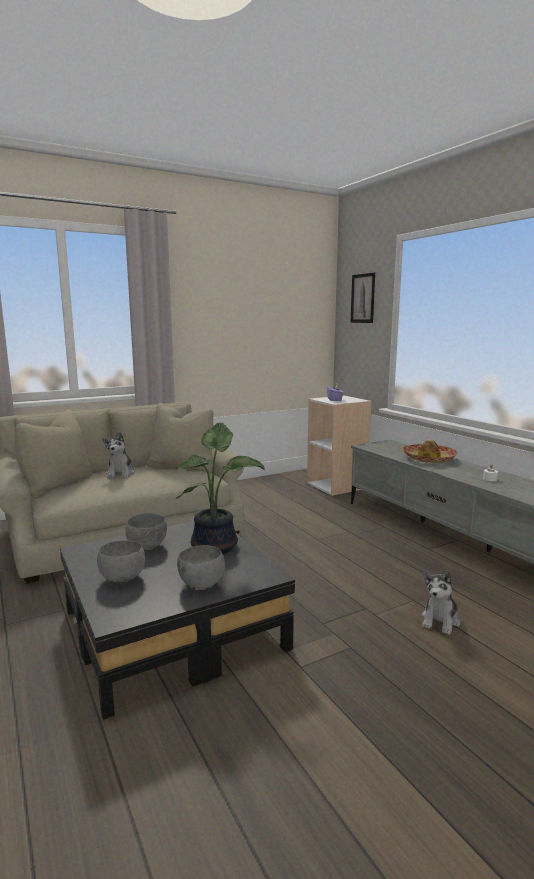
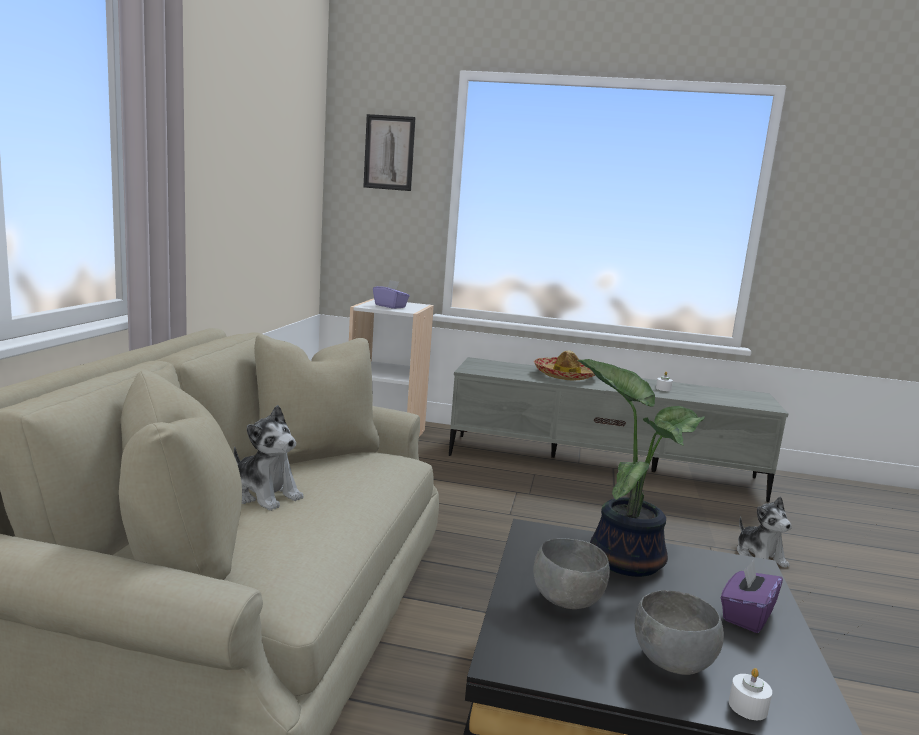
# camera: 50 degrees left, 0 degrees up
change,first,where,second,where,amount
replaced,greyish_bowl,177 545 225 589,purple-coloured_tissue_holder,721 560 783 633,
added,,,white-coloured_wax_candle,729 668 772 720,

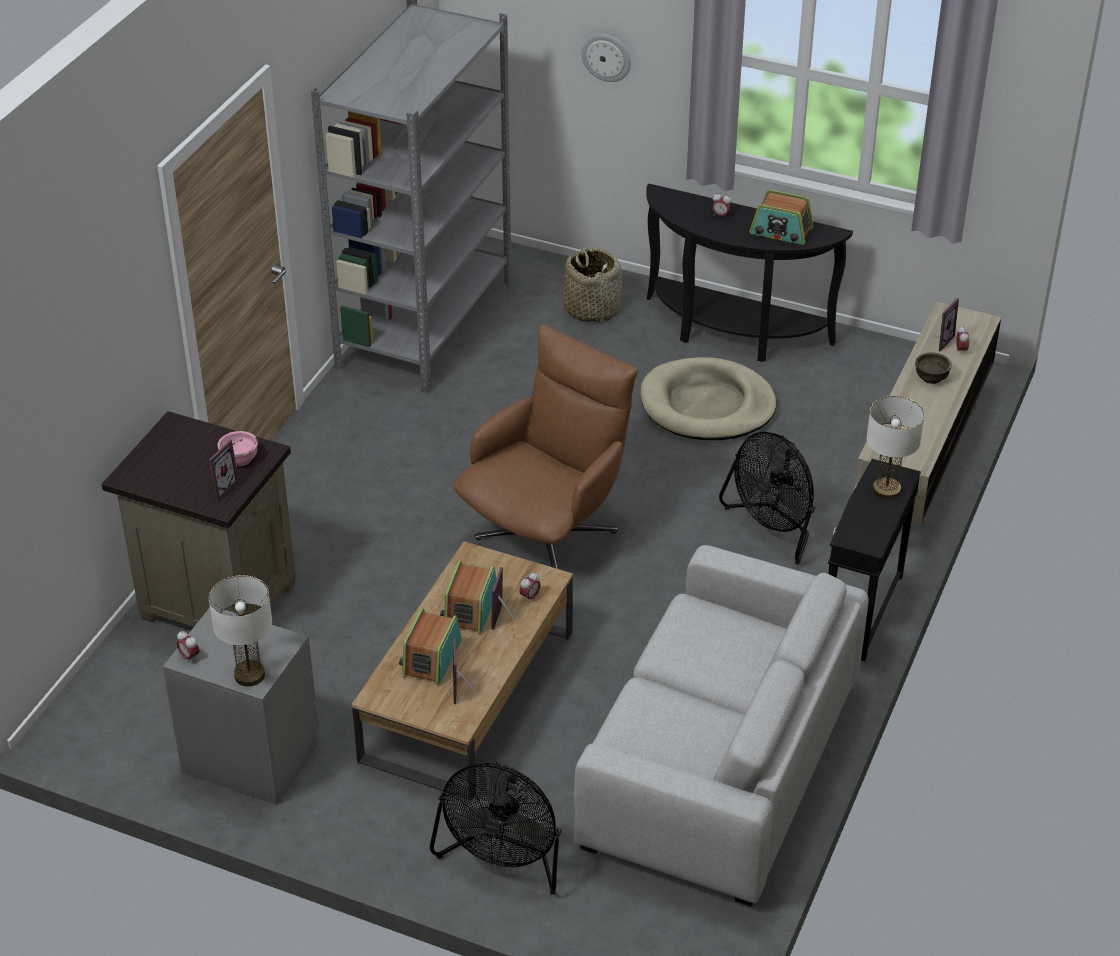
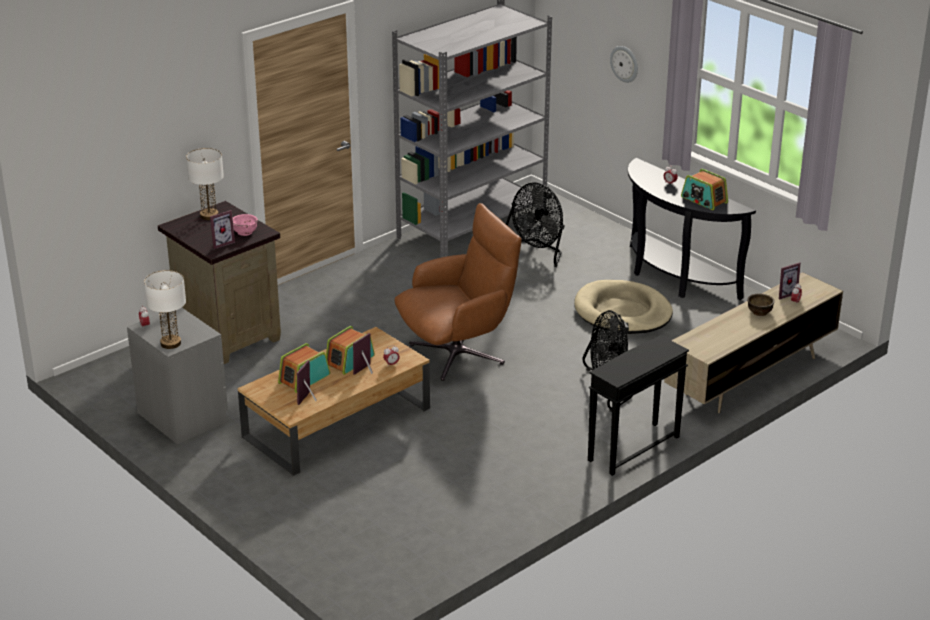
# camera: 25 degrees right, 10 degrees down
change,first,where,second,where,amount
moved,tabletop_lamp,867 396 924 500,,186 148 224 220,
moved,black-coloured_fan,430 762 561 895,,506 182 565 267,
removed,household_basket,563 247 622 322,,,
removed,white-coloured_sofa,574 545 869 907,,,

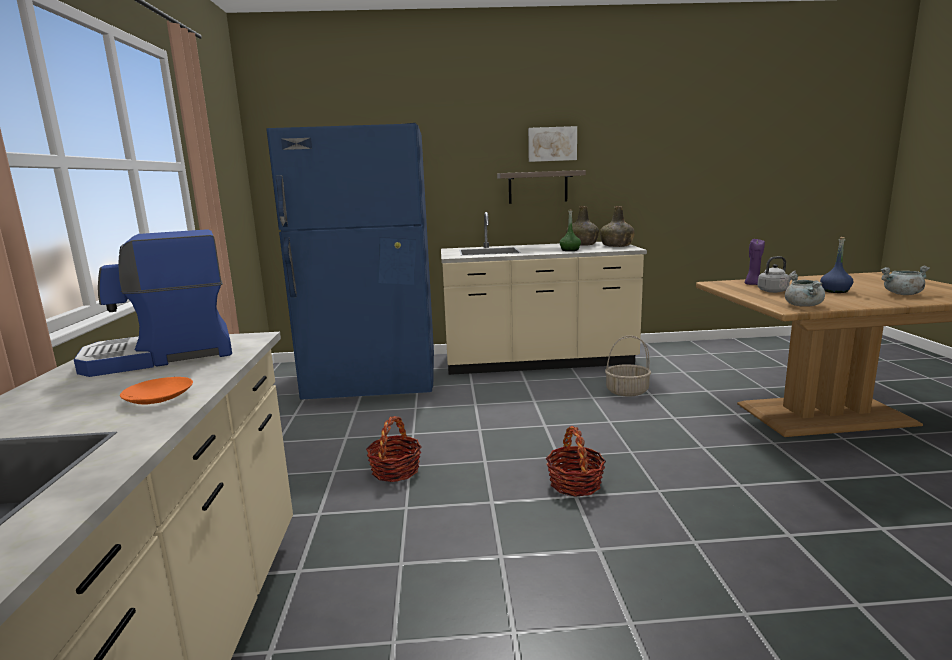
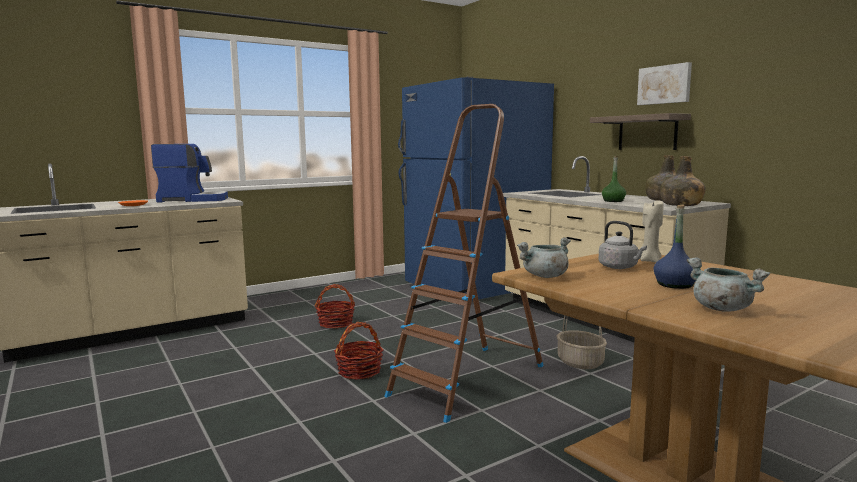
# camera: 60 degrees right, 5 degrees down
change,first,where,second,where,amount
turned,coffee_maker,74 229 232 377,,151 144 228 203,135 degrees clockwise
added,,,brown-coloured_step_stool,384 104 544 423,
recoloured,purple-coloured_wax_candle,745 239 765 285,sand-coloured_wax_candle,640 200 663 263,

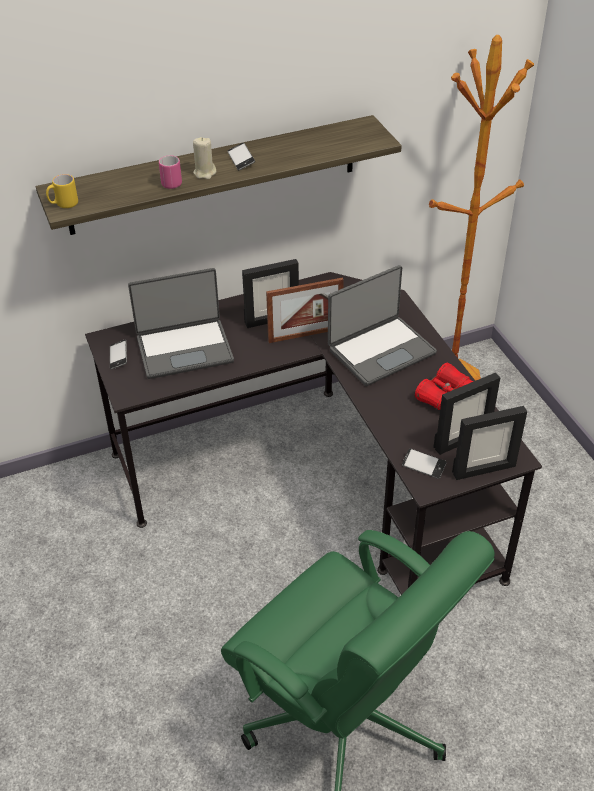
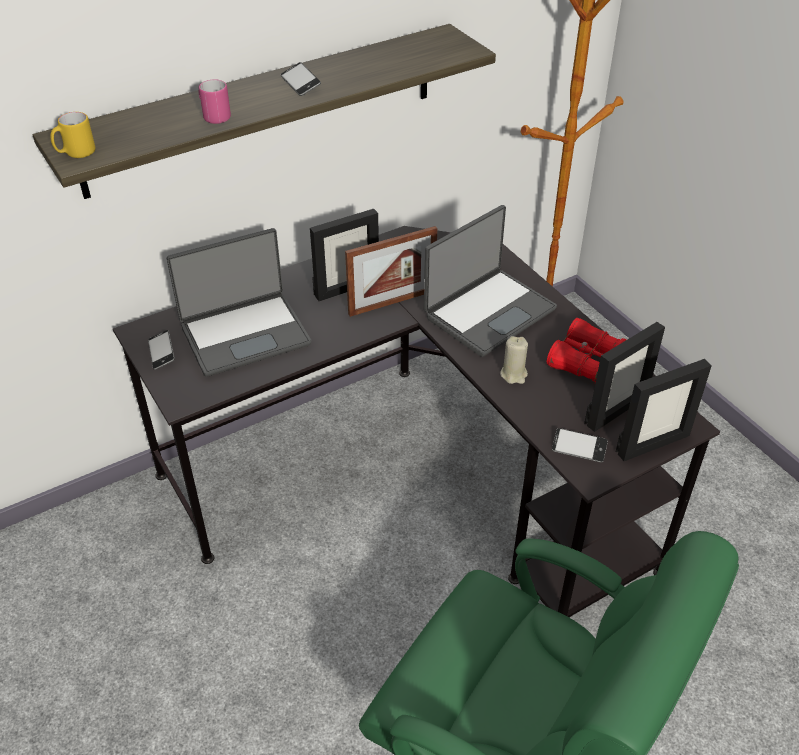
# camera: 10 degrees left, 0 degrees up
change,first,where,second,where,amount
moved,sand-coloured_wax_candle,193 137 216 179,,500 336 528 384,

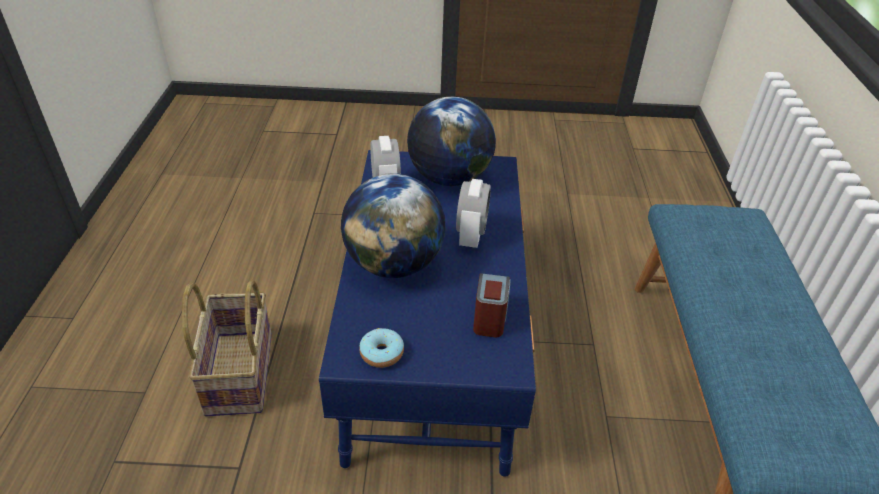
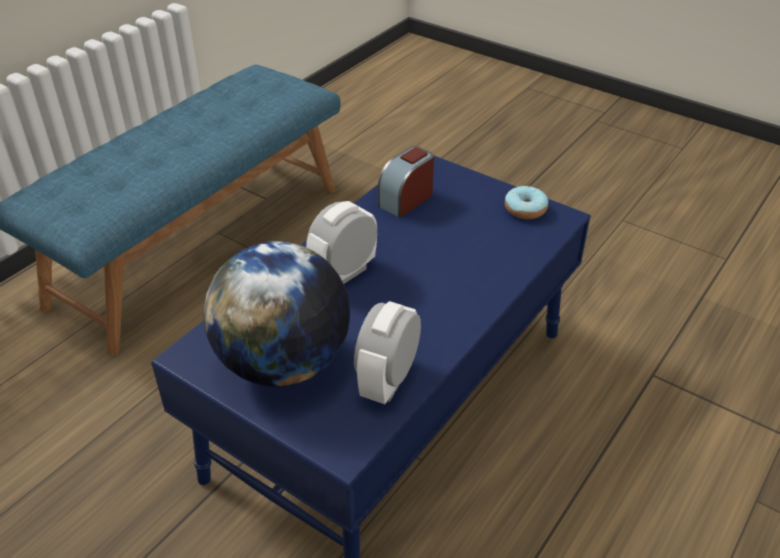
# camera: 145 degrees left, 0 degrees up
change,first,where,second,where,amount
removed,household_basket,182 280 272 416,,,
removed,world_globe,341 173 446 278,,,

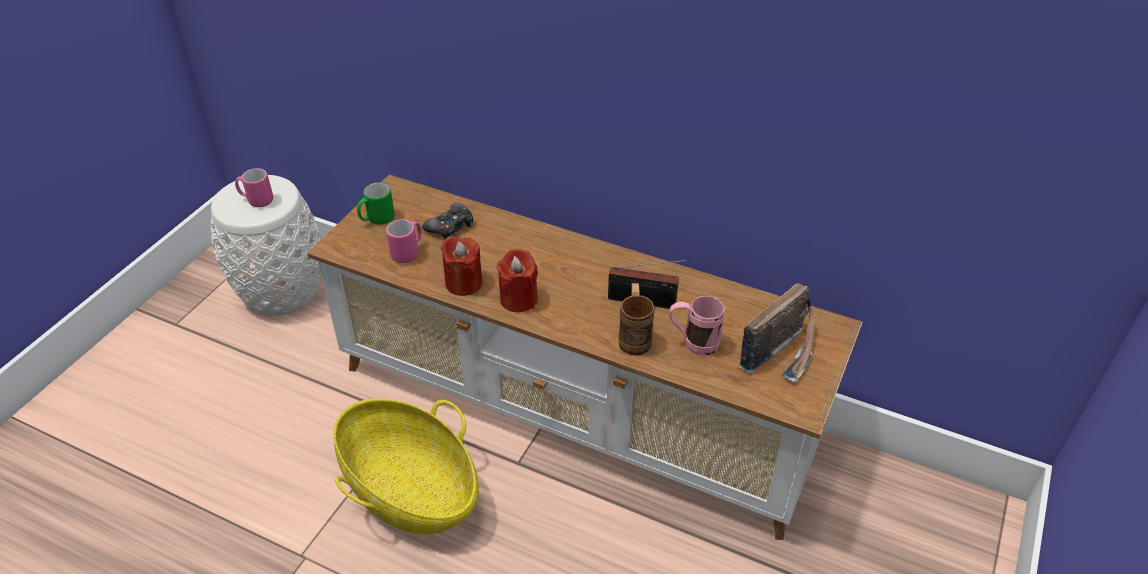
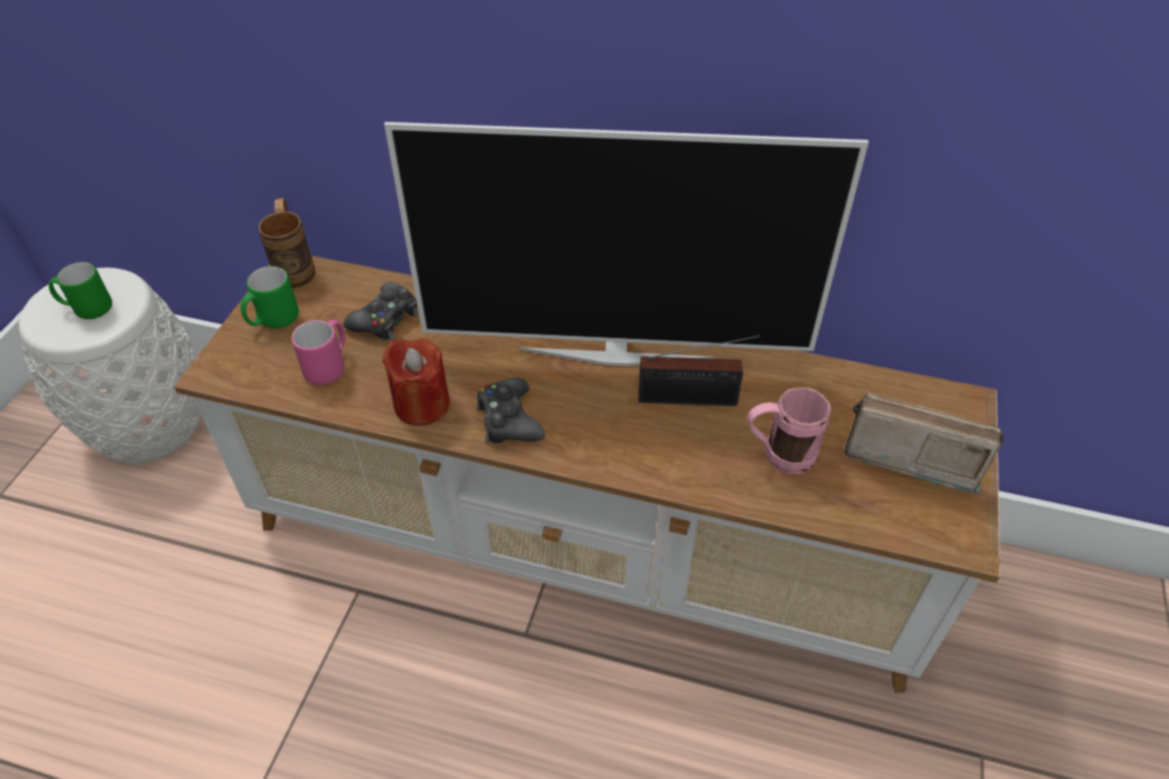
# camera: 10 degrees left, 5 degrees up
change,first,where,second,where,amount
recoloured,pink_coffee_mug,235 168 274 207,greenish_coffee_mug,49 262 112 319,
moved,brown-coloured_coffee_mug,619 283 655 355,,258 198 315 288,
added,,,TV,384 122 869 366,
replaced,reddish_wax_candle,497 249 538 312,black-coloured_game_controller,476 378 545 443,
turned,radio,738 283 814 383,,844 393 1004 494,105 degrees counterclockwise
removed,household_basket,334 399 479 534,,,

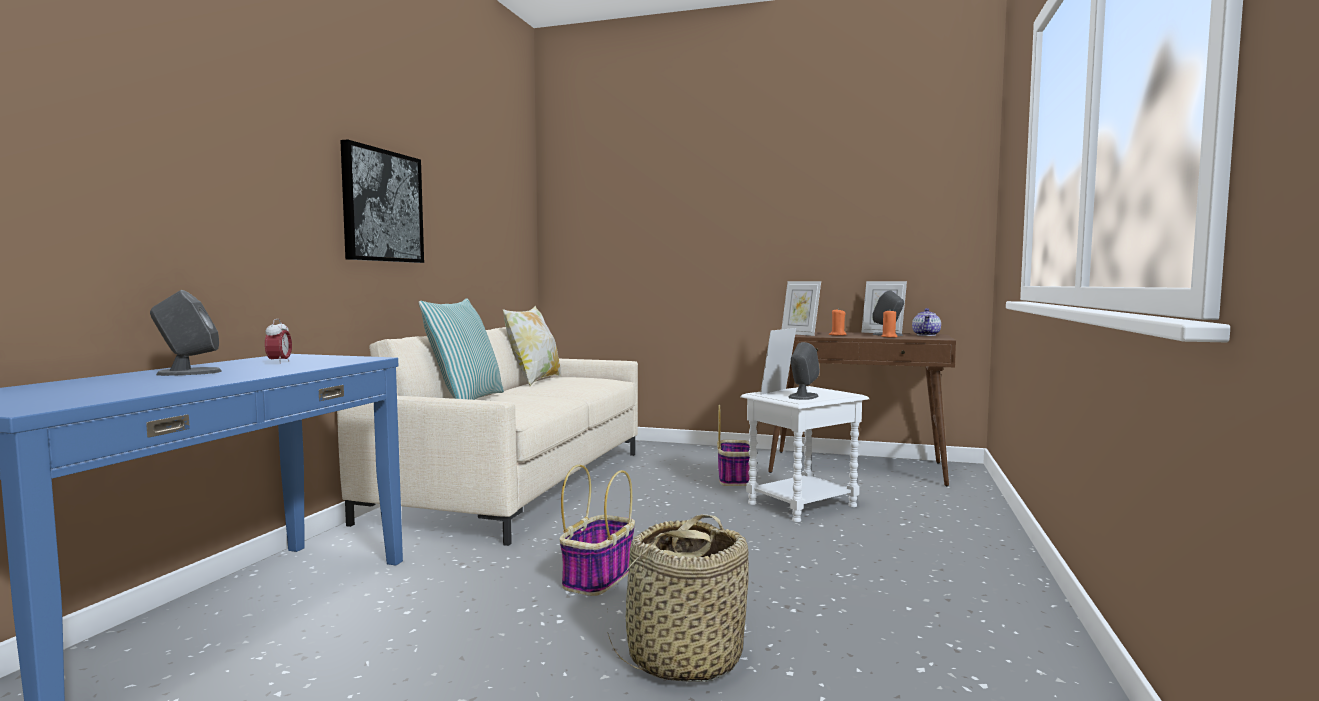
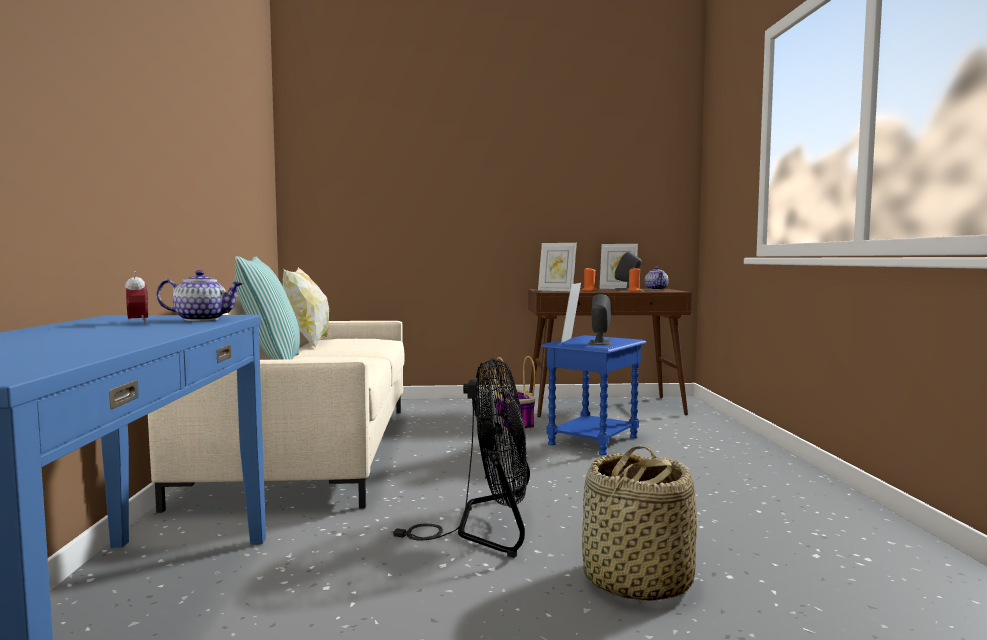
# camera: 20 degrees left, 0 degrees up
change,first,where,second,where,amount
added,,,teapot,156 270 244 321,
replaced,household_basket,559 465 635 596,black-coloured_fan,393 358 530 558,
recoloured,white-coloured_side_table,740 386 869 522,blue_side_table,541 335 647 455,
removed,greyish_speaker,150 290 222 376,,,
removed,wall_picture,340 139 424 263,,,

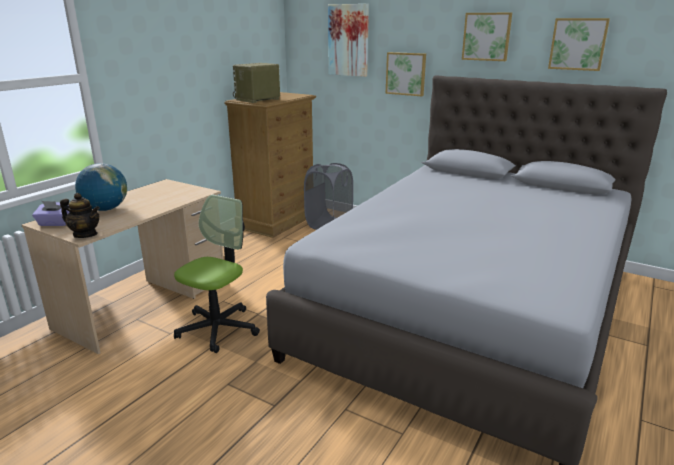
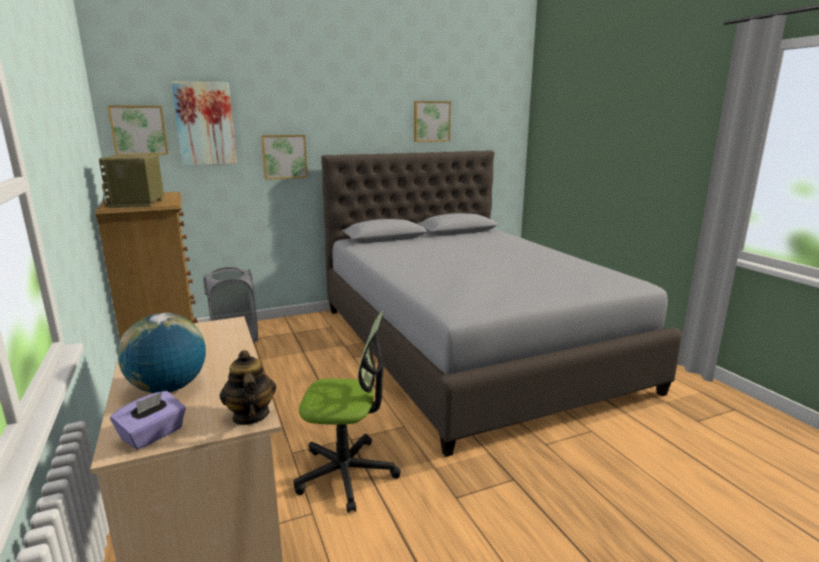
# camera: 55 degrees left, 5 degrees down
change,first,where,second,where,amount
moved,wall_picture,462 13 512 61,,108 105 168 155,
turned,teapot,60 193 100 238,,220 350 276 425,75 degrees counterclockwise
turned,office_chair,174 194 260 353,,294 311 401 513,120 degrees clockwise

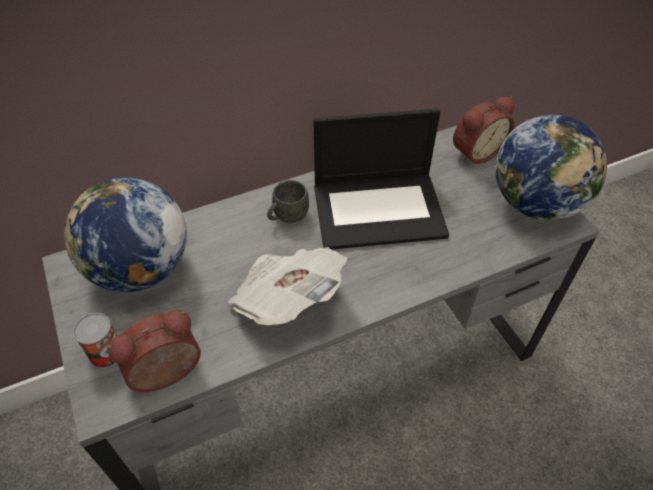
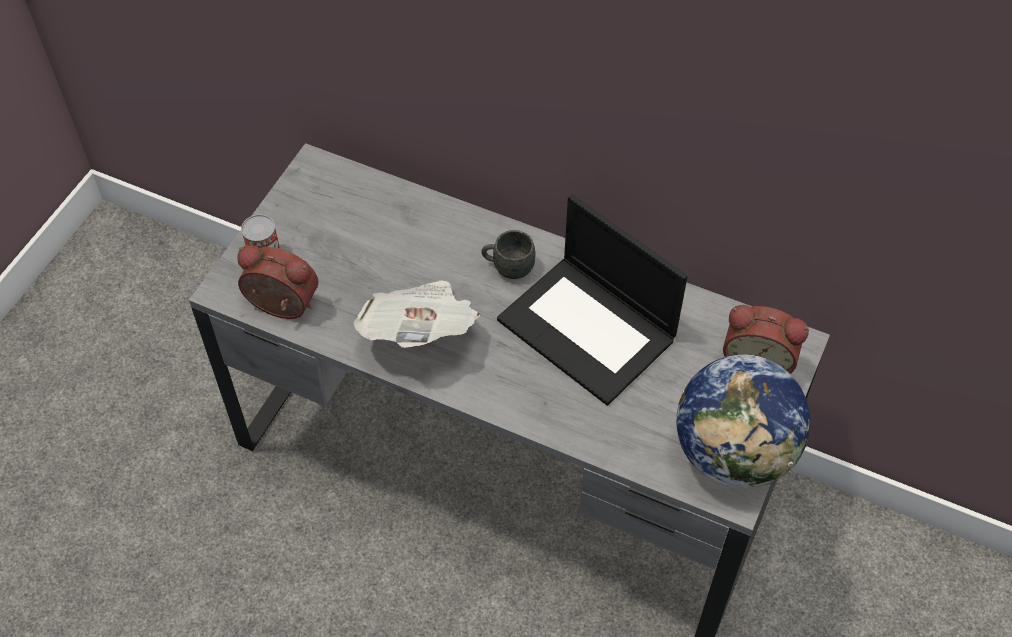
# camera: 50 degrees right, 5 degrees up
change,first,where,second,where,amount
removed,world_globe,64 177 187 292,,,

